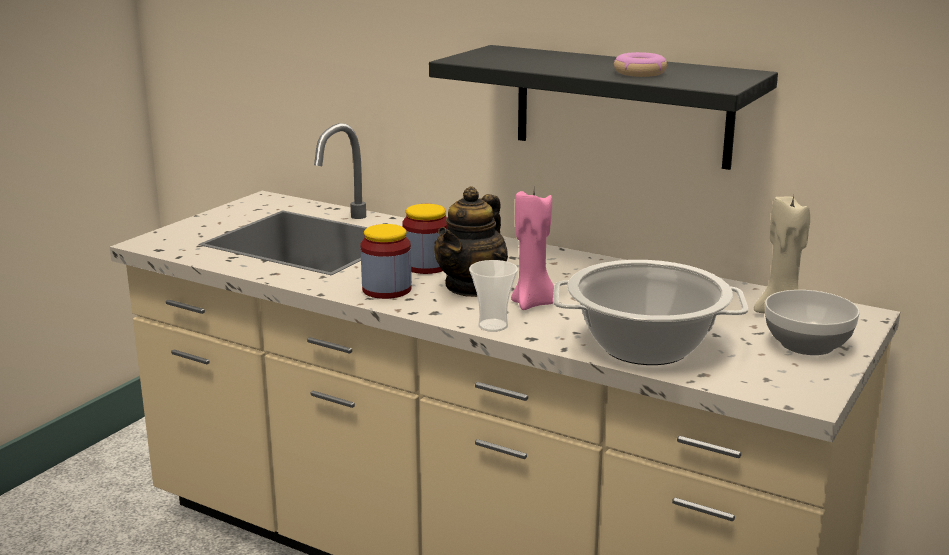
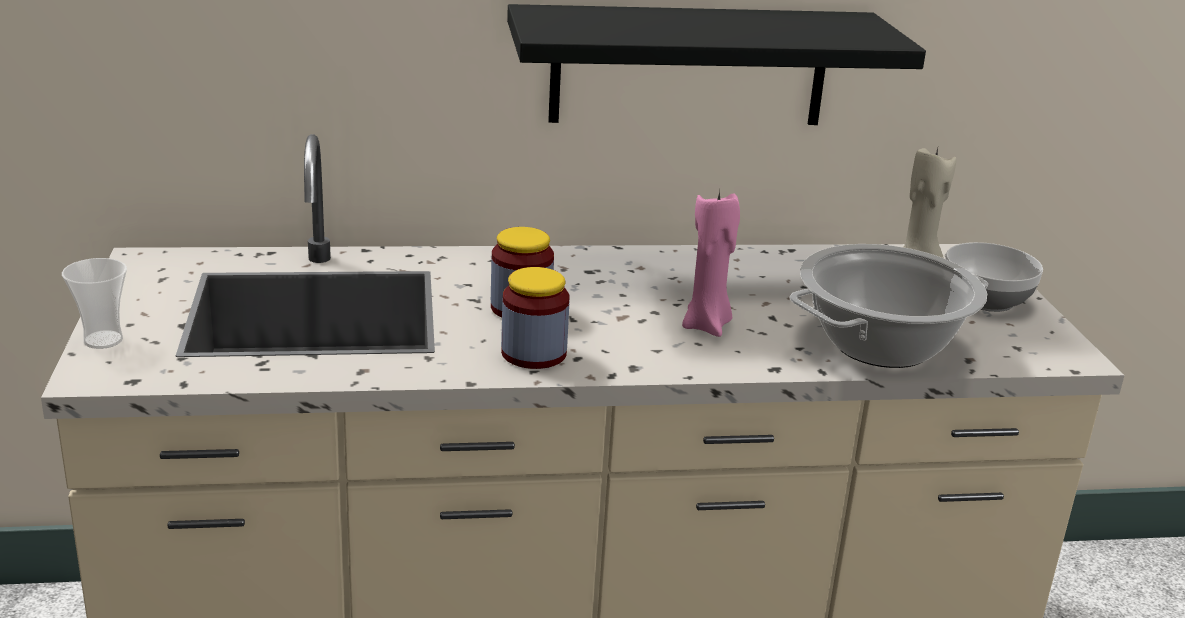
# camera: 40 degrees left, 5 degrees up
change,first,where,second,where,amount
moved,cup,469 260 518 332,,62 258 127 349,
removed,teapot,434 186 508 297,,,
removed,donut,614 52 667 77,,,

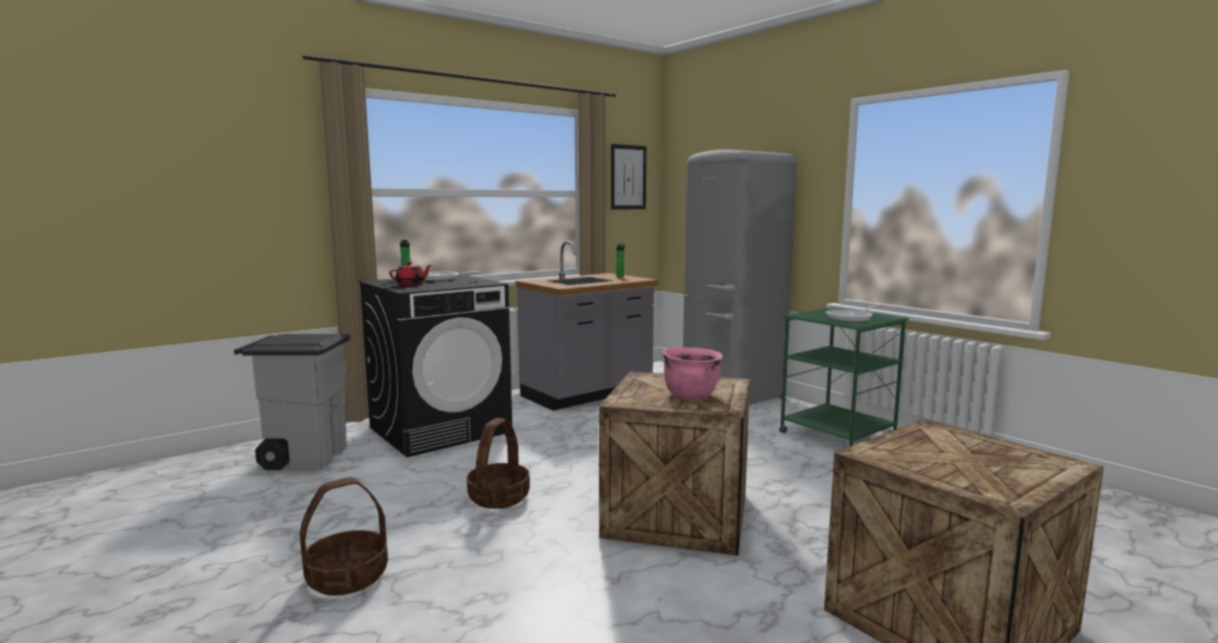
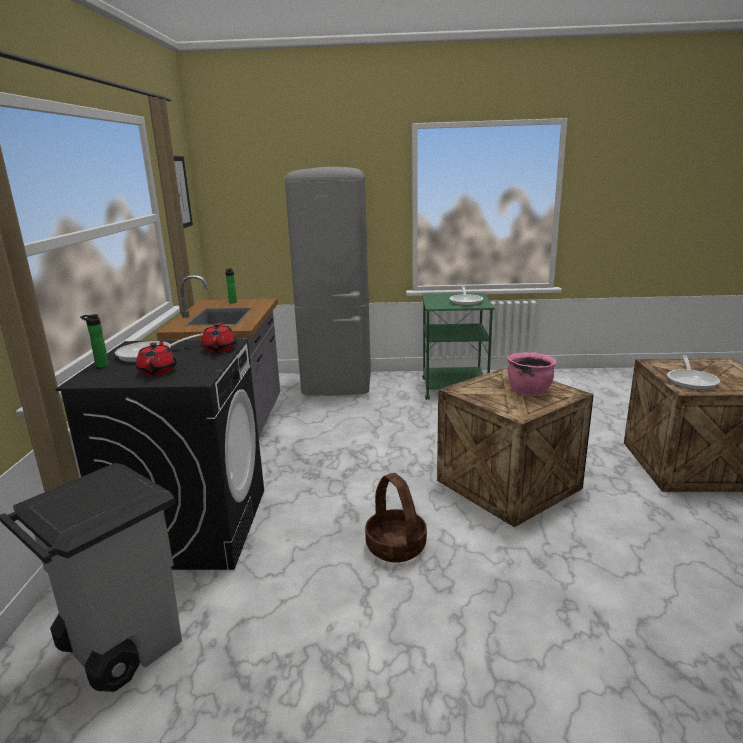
# camera: 50 degrees left, 10 degrees up
change,first,where,second,where,amount
added,,,reddish_teapot,201 321 237 353,
added,,,skillet,667 355 720 390,
removed,household_basket,300 477 388 596,,,

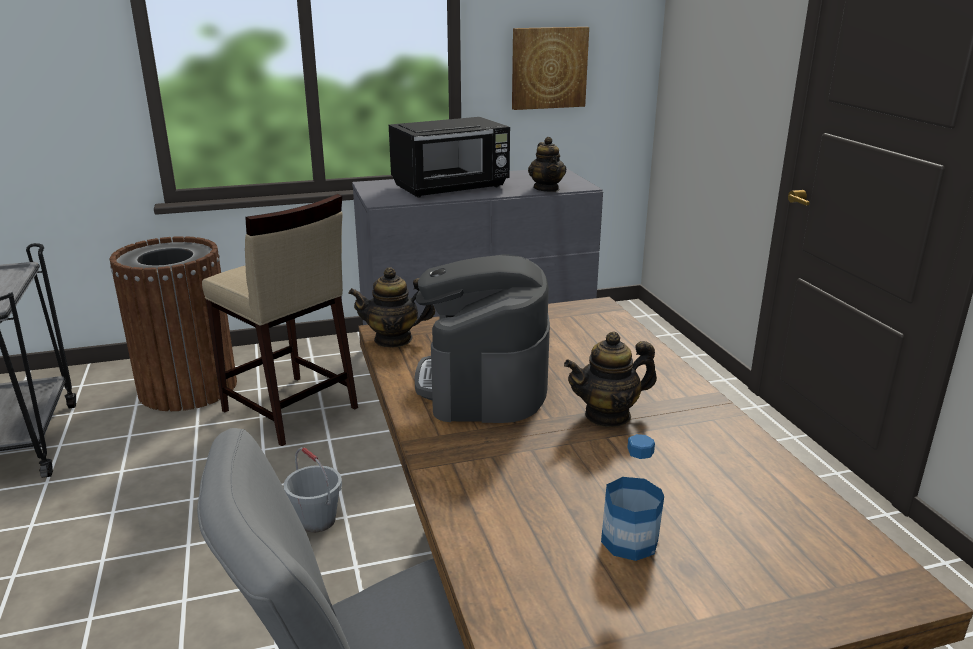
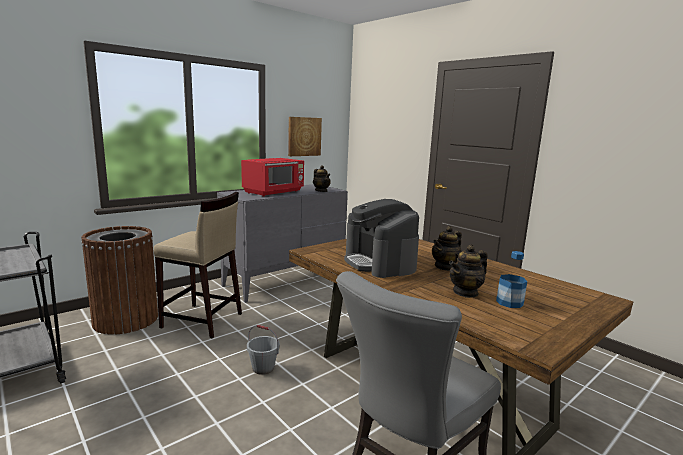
# camera: 25 degrees left, 10 degrees down
change,first,where,second,where,amount
recoloured,black-coloured_microwave_oven,389 117 510 198,reddish_microwave_oven,241 158 304 196,
moved,teapot,348 267 435 348,,449 245 488 298,

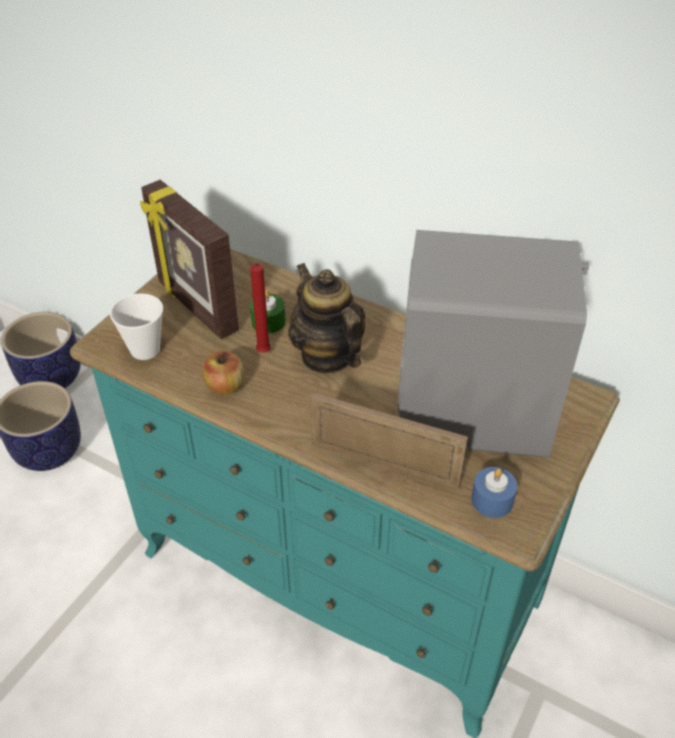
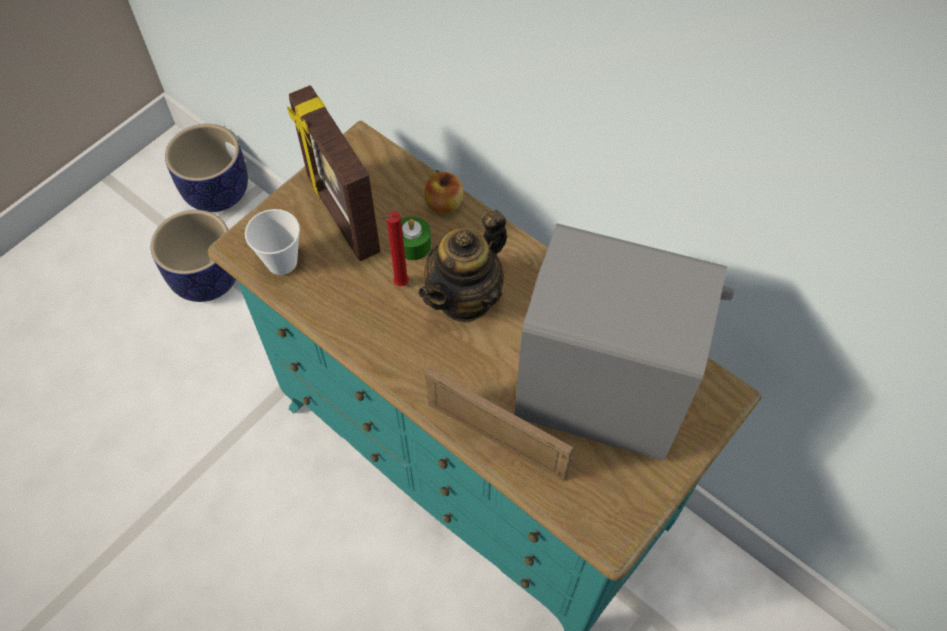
# camera: 10 degrees right, 15 degrees up
change,first,where,second,where,amount
turned,teapot,288 263 365 374,,418 210 507 323,120 degrees counterclockwise
moved,apple,203 351 244 395,,424 172 464 214,
removed,blue_wax_candle,471 467 517 518,,,

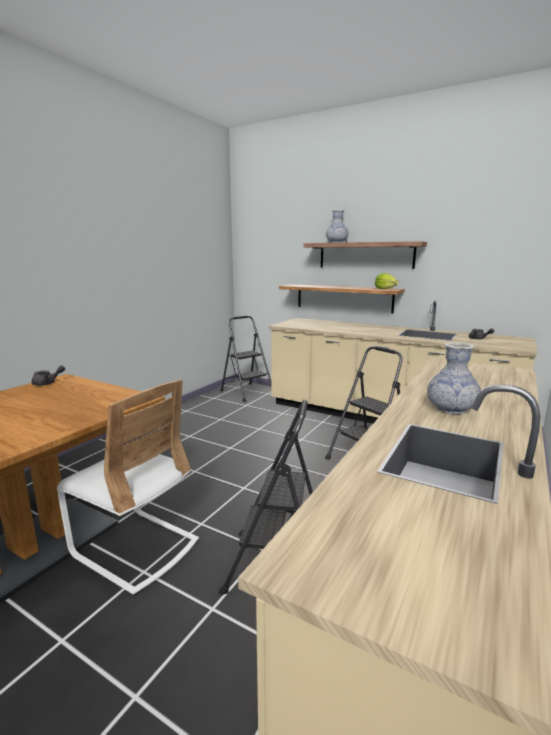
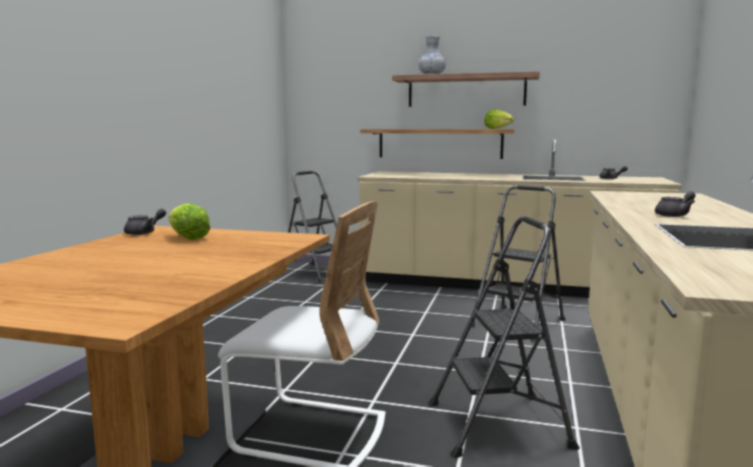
# camera: 15 degrees left, 5 degrees down
change,first,where,second,where,amount
added,,,head_of_lettuce,168 204 210 240,
replaced,flower_vase,427 342 481 414,greyish_teapot,655 191 696 217,

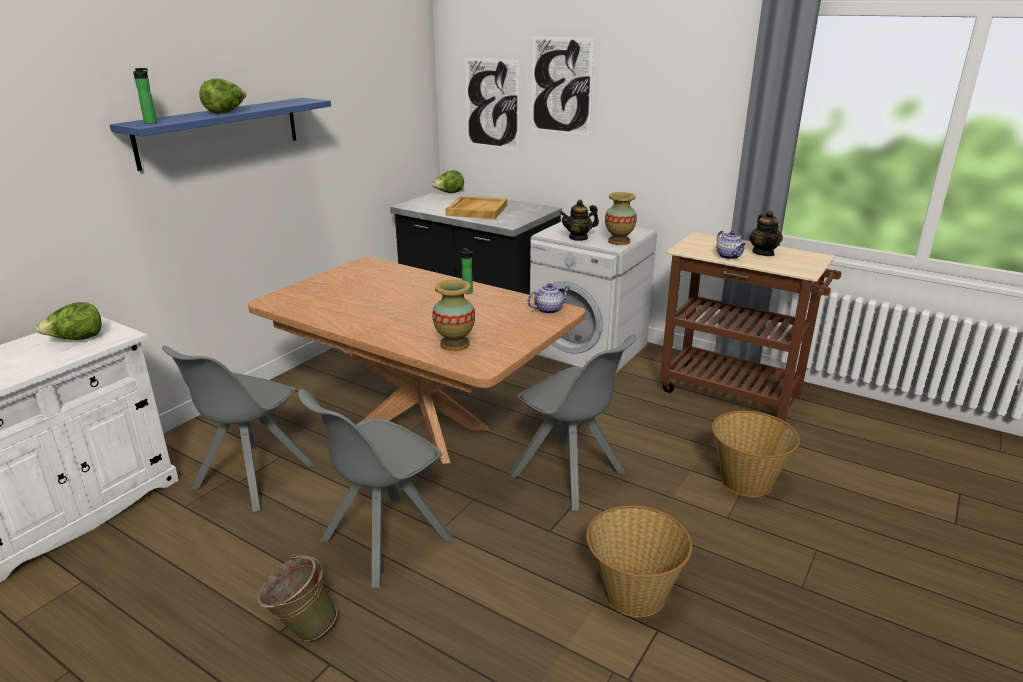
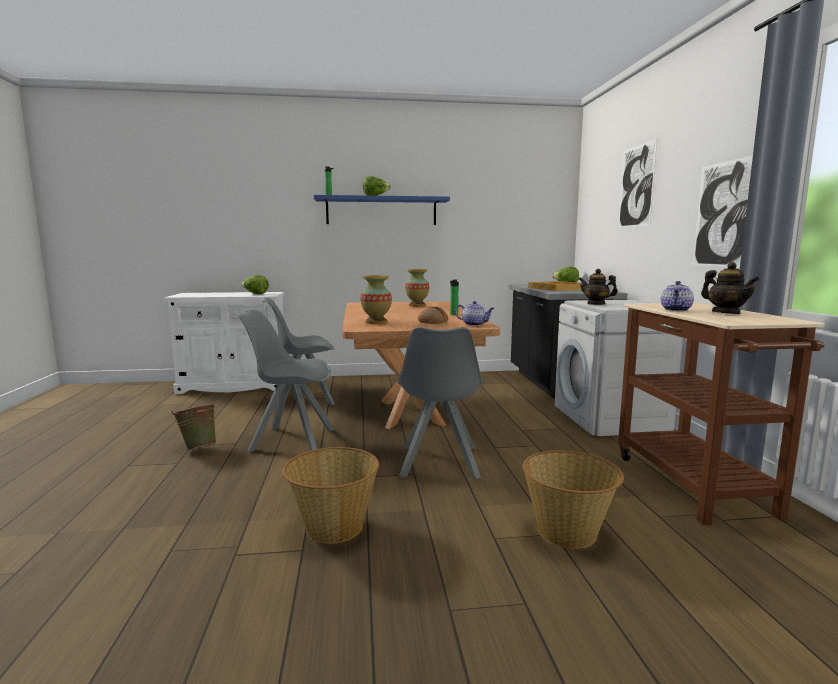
# camera: 50 degrees right, 15 degrees down
change,first,where,second,where,amount
moved,flower_vase,605 192 637 245,,405 269 429 307,
added,,,baked_bread,418 306 448 324,
moved,wall_picture,465 57 519 150,,693 155 753 268,
turned,teapot,749 211 783 256,,701 262 759 314,75 degrees counterclockwise

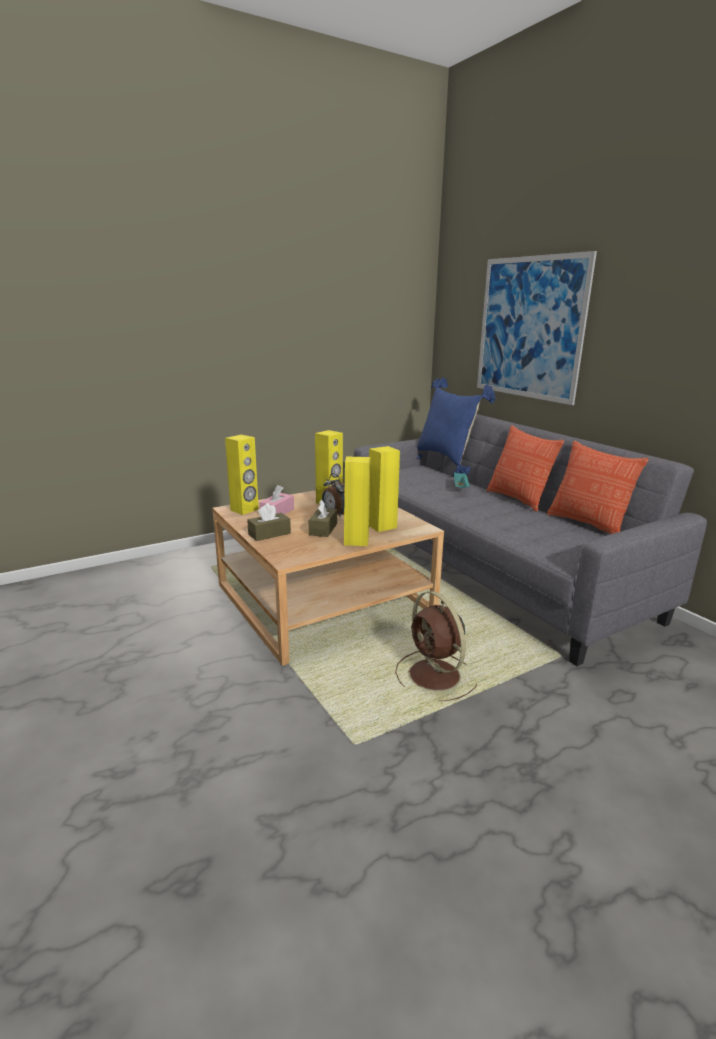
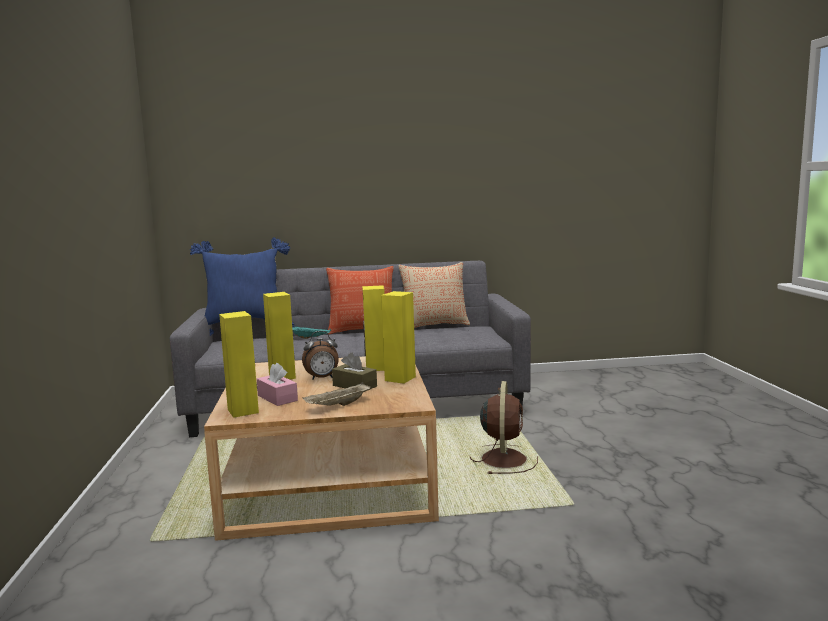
# camera: 65 degrees left, 10 degrees down
change,first,where,second,where,amount
replaced,brown-coloured_tissue_holder,247 503 291 541,sand-coloured_tray,303 382 371 406,
recoloured,orange-coloured_cushion,547 441 648 534,sand-coloured_cushion,399 262 470 328,
turned,brown-coloured_fan,395 591 477 701,,470 381 538 474,75 degrees counterclockwise
removed,wall_picture,477 251 597 405,,,

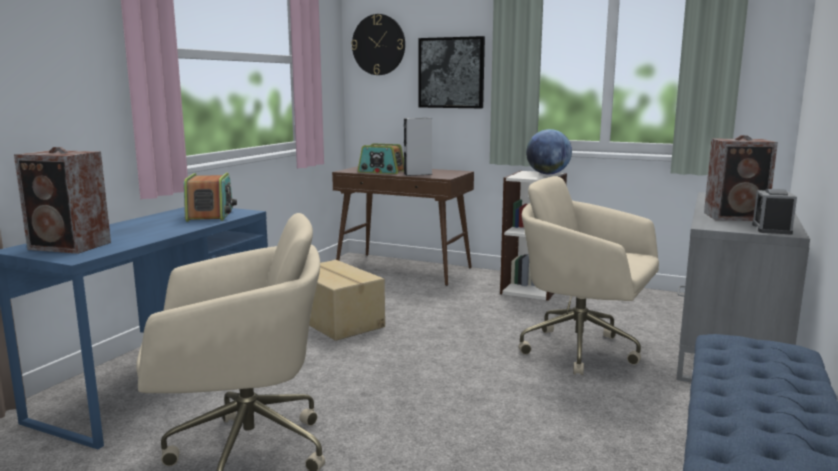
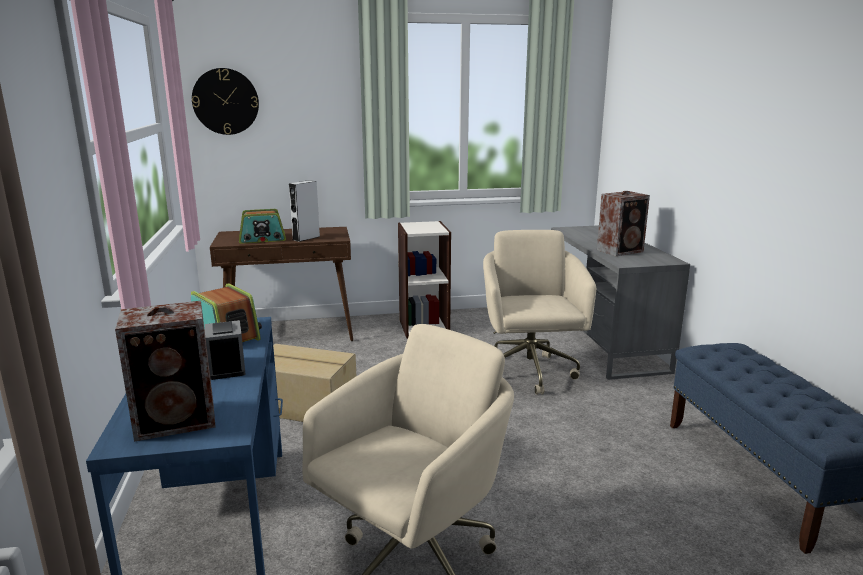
# camera: 35 degrees left, 5 degrees up
change,first,where,second,where,amount
moved,alarm_clock,752 189 797 234,,205 320 246 380,
turned,sand-coloured_office_chair,518 176 659 375,,483 230 596 395,90 degrees clockwise
removed,wall_picture,418 36 485 108,,,
removed,world_globe,526 129 572 174,,,

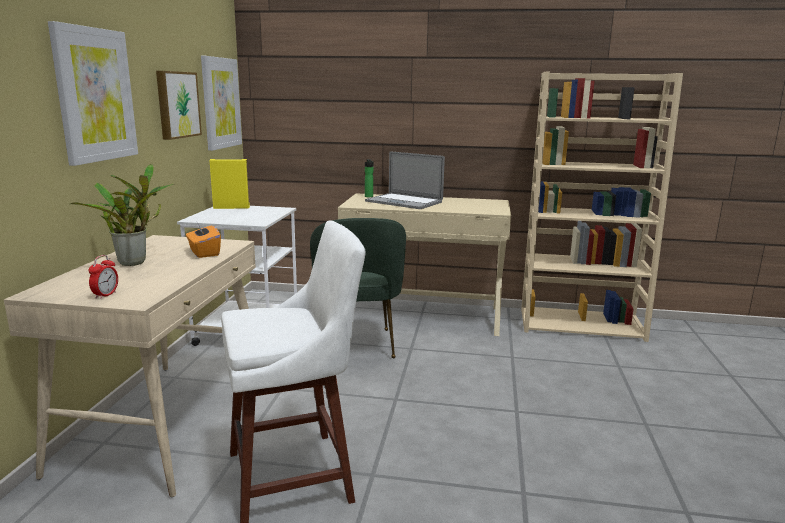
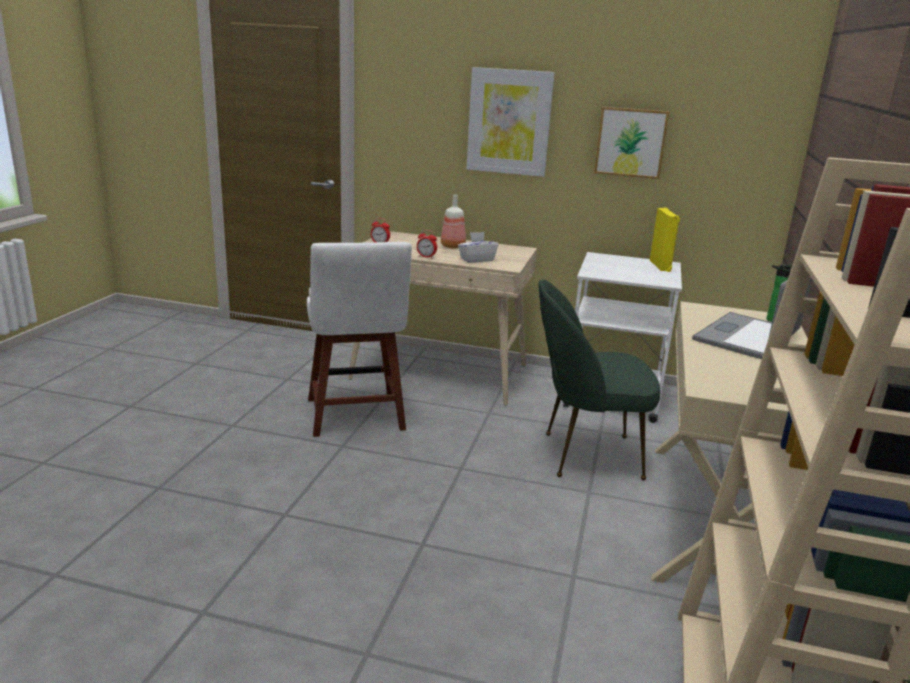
# camera: 95 degrees right, 5 degrees up
change,first,where,second,where,amount
added,,,alarm_clock,417 230 437 258,
replaced,houseplant,69 164 174 266,drink_bottle,441 194 466 248,
recoloured,orange-coloured_tissue_holder,186 222 221 258,white-coloured_tissue_holder,458 232 498 263,
removed,wall_picture,201 56 242 151,,,

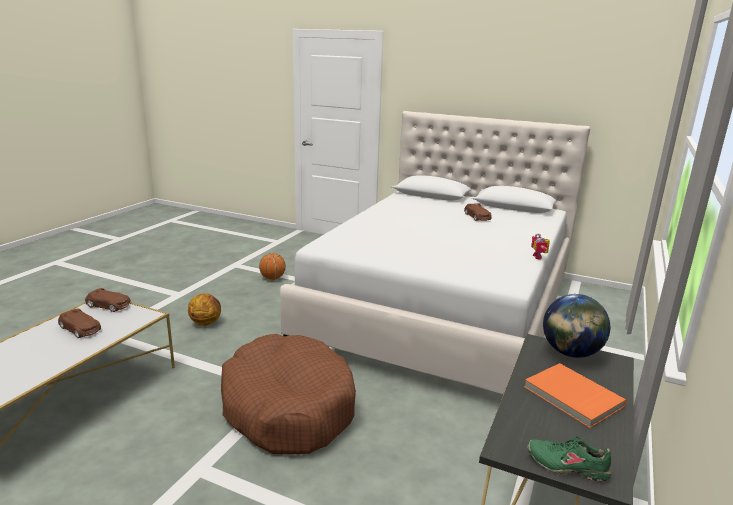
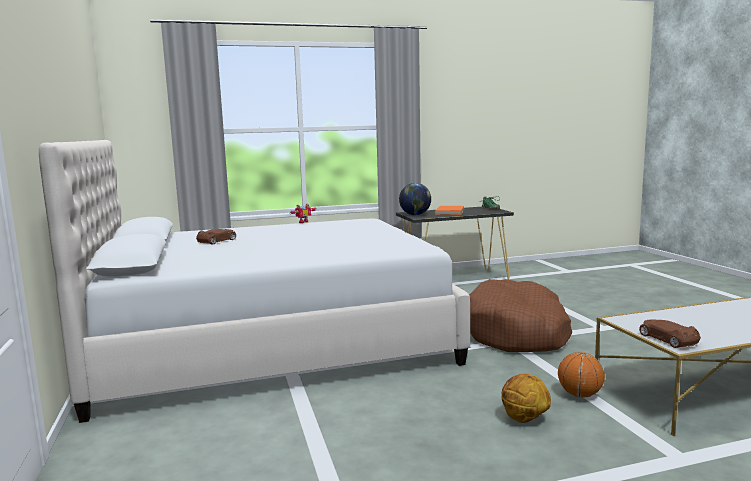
# camera: 130 degrees left, 10 degrees down
change,first,where,second,where,amount
moved,basketball_ball,259 253 286 280,,558 352 605 397,
removed,brown-coloured_toy_car,58 309 101 338,,,

